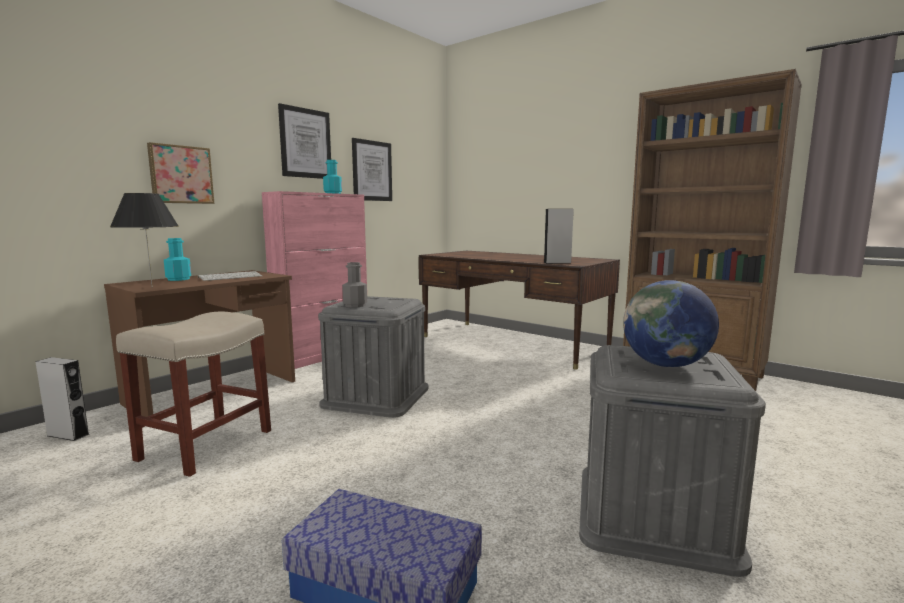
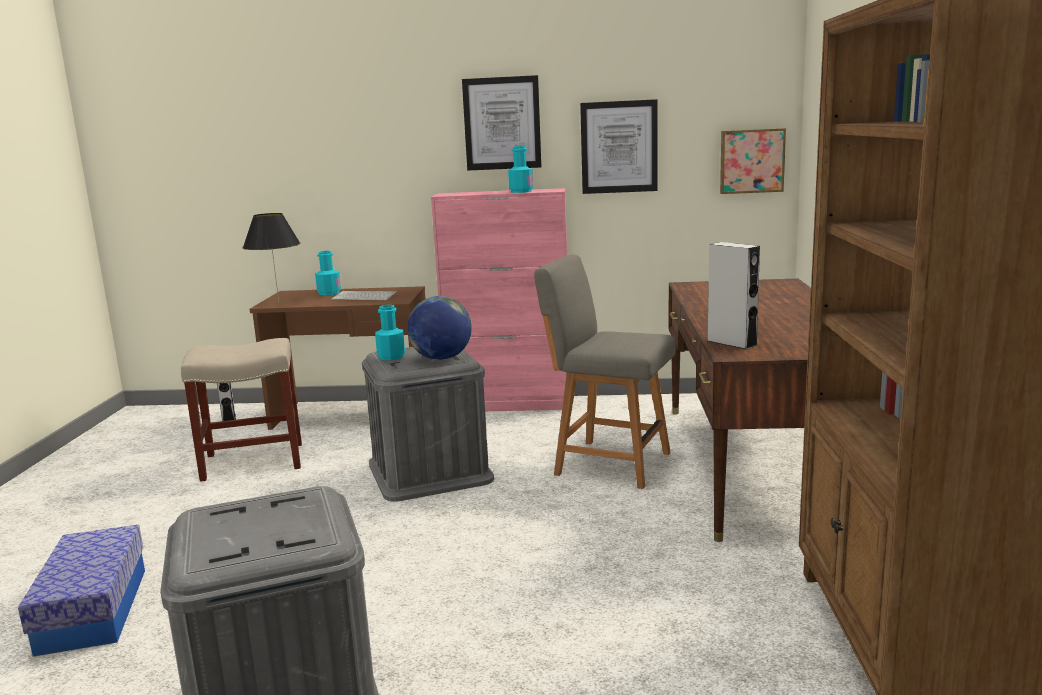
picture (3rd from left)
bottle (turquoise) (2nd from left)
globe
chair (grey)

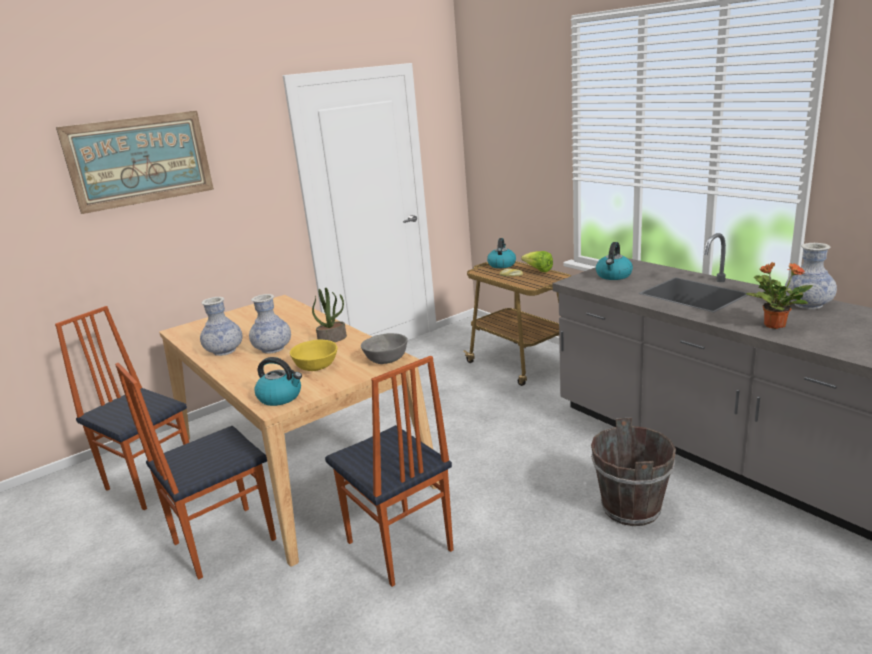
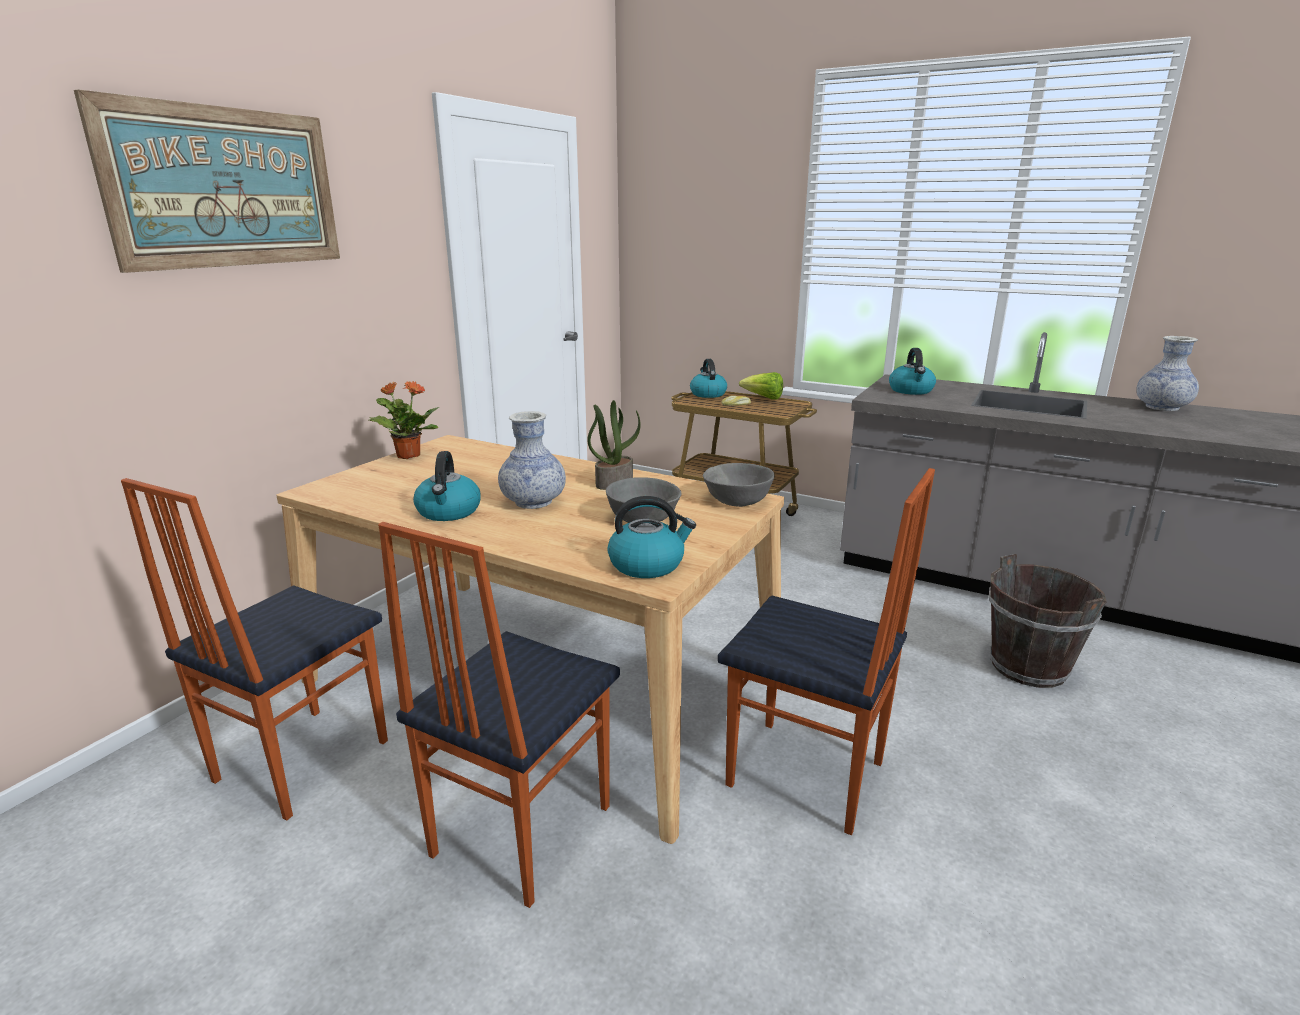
chair (1st from left)
kettle (1st from left)
bowl (grey) (1st from left)
potted plant (1st from left)

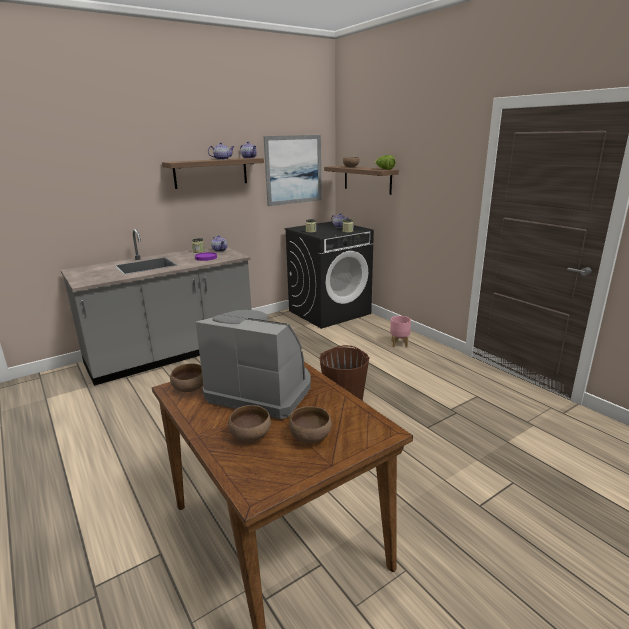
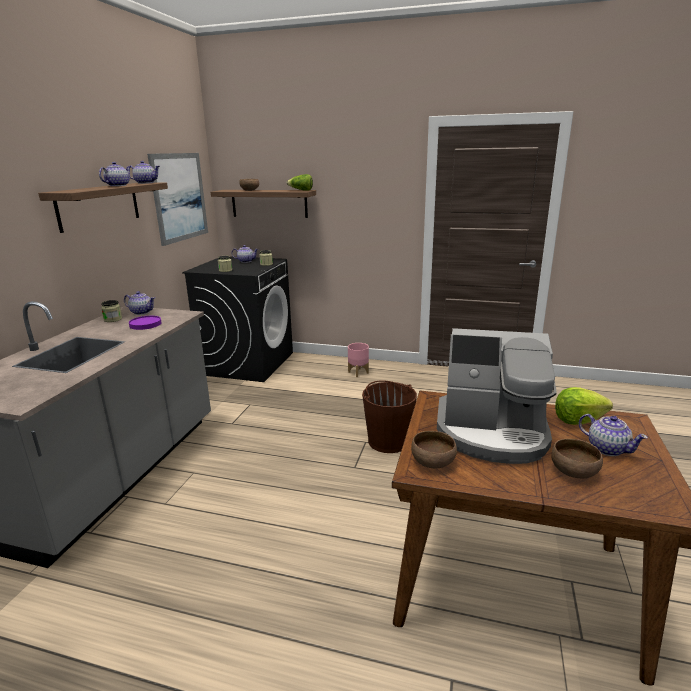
coffee machine
teapot (5th from left)
lettuce (2nd from left)

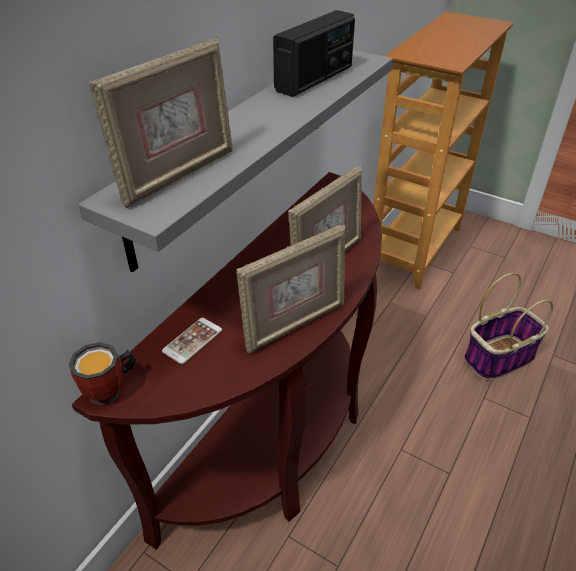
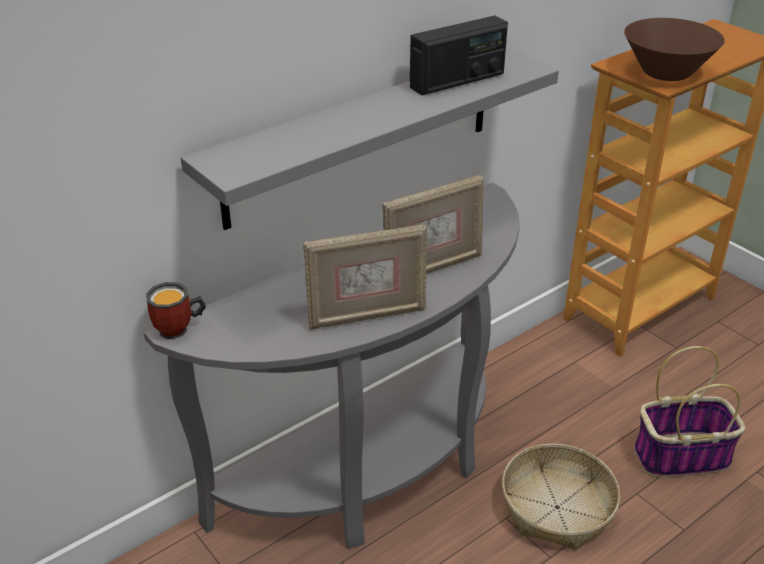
console table (grey)
picture frame (1st from left in the first image)
phone
basket (1st from left)
bowl (brown)

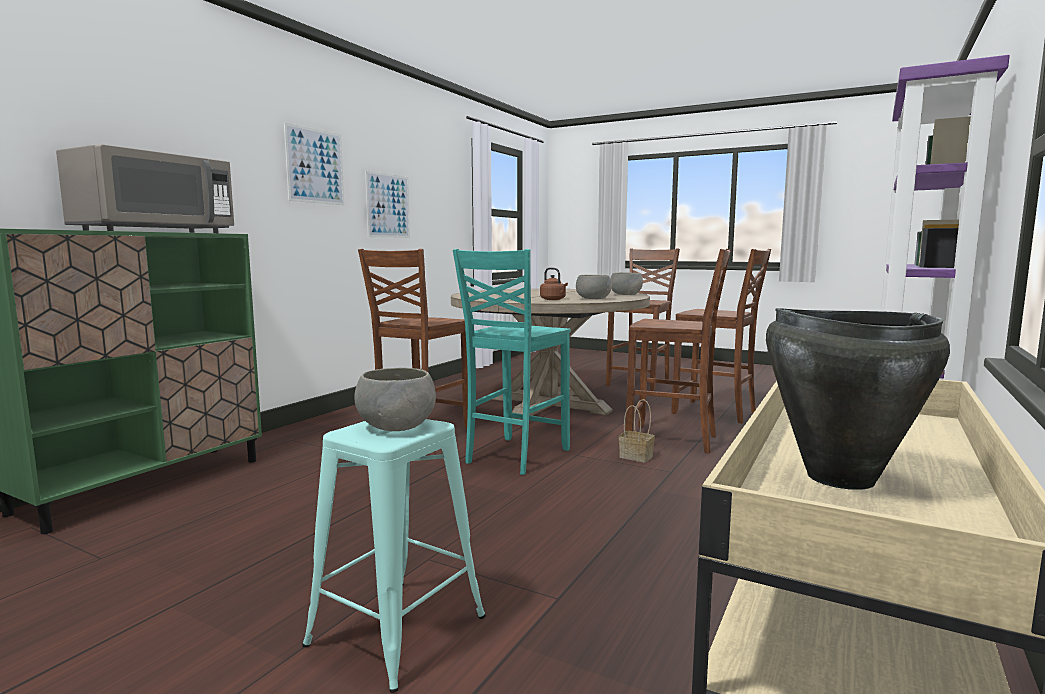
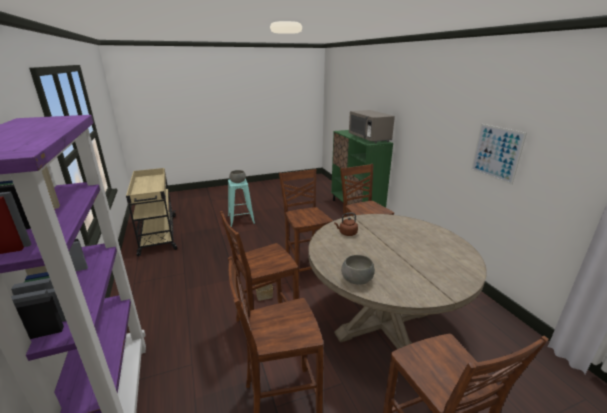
picture (1st from left in the first image)
chair (brown) (3rd from left)
bowl (grey) (2nd from left in the first image)
cooking pot (black)

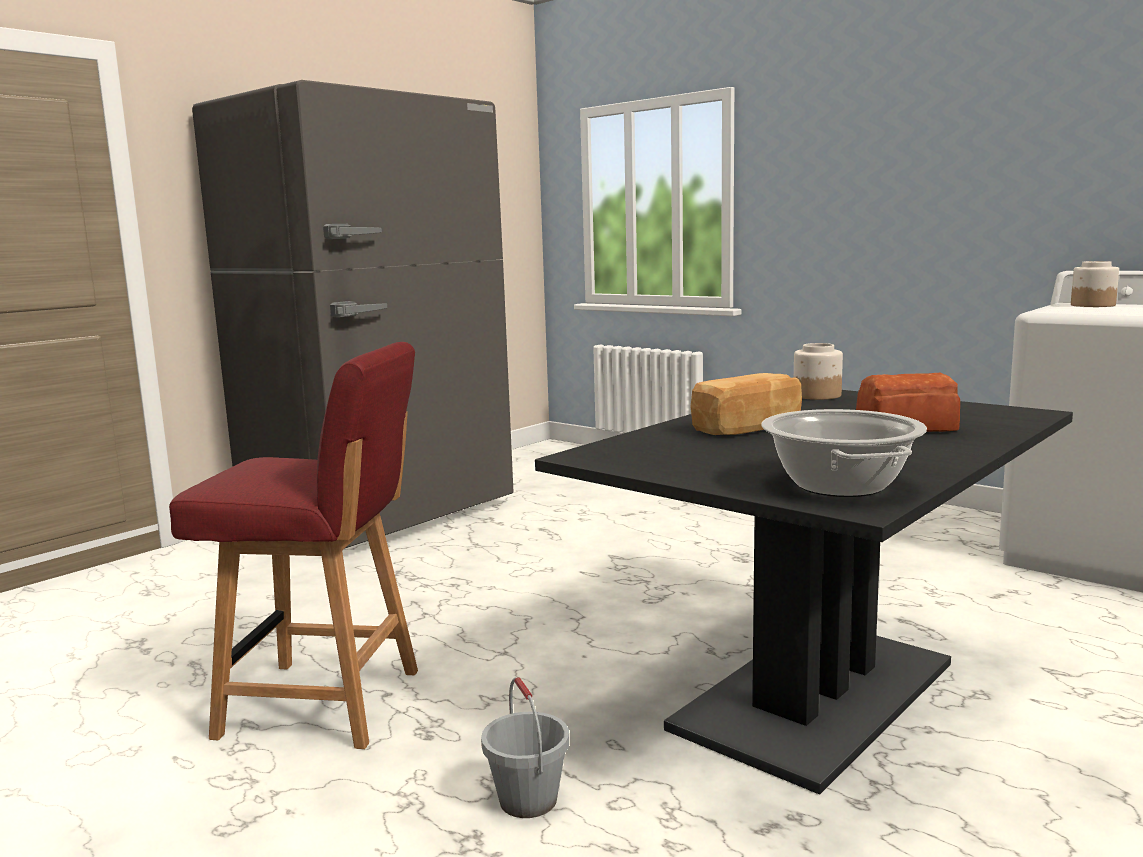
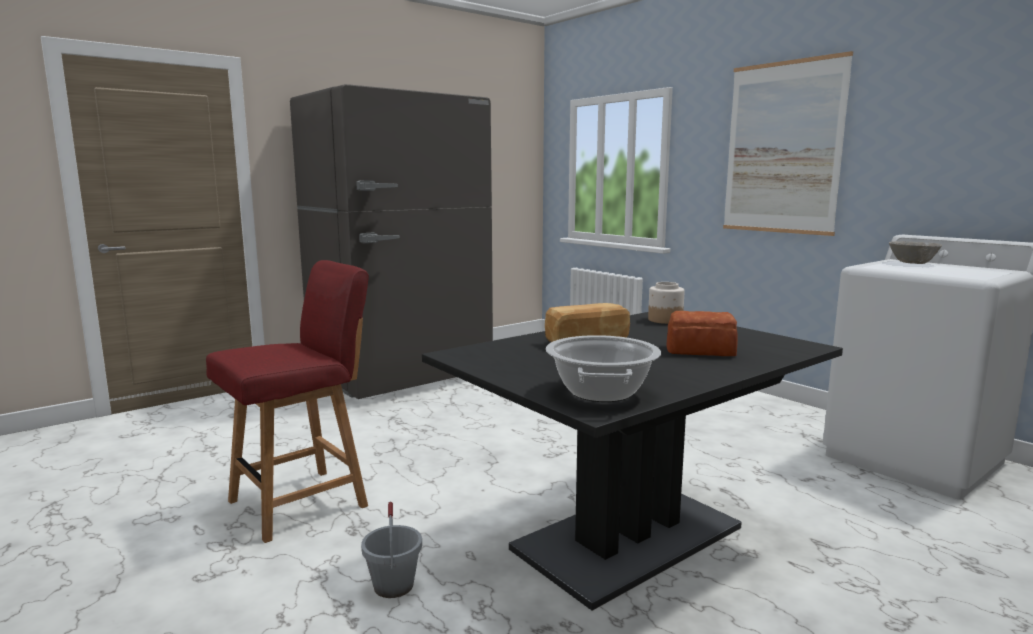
chair (red)
bowl (grey)
picture

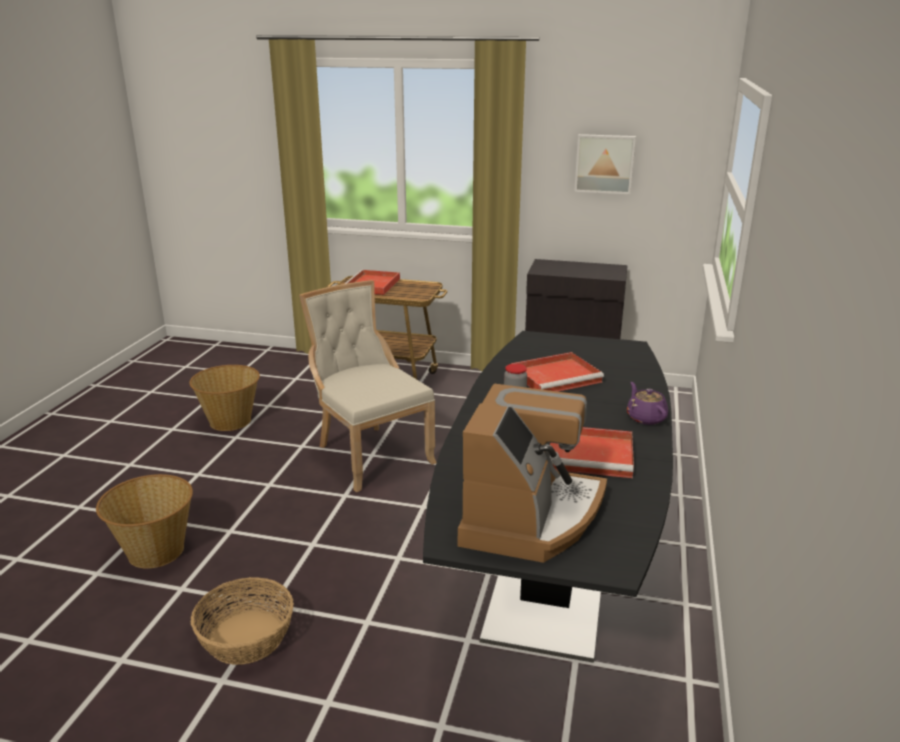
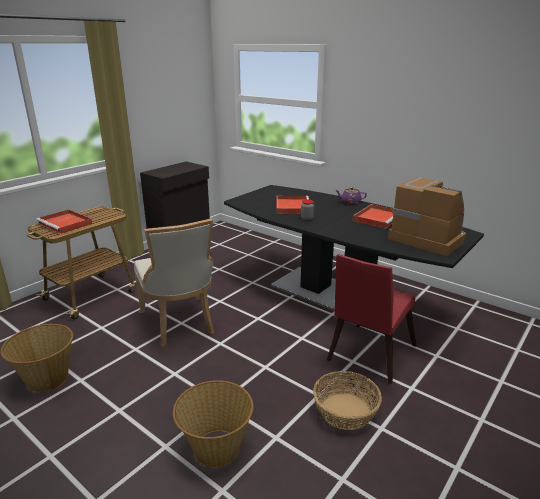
chair (beige)
picture
chair (red)

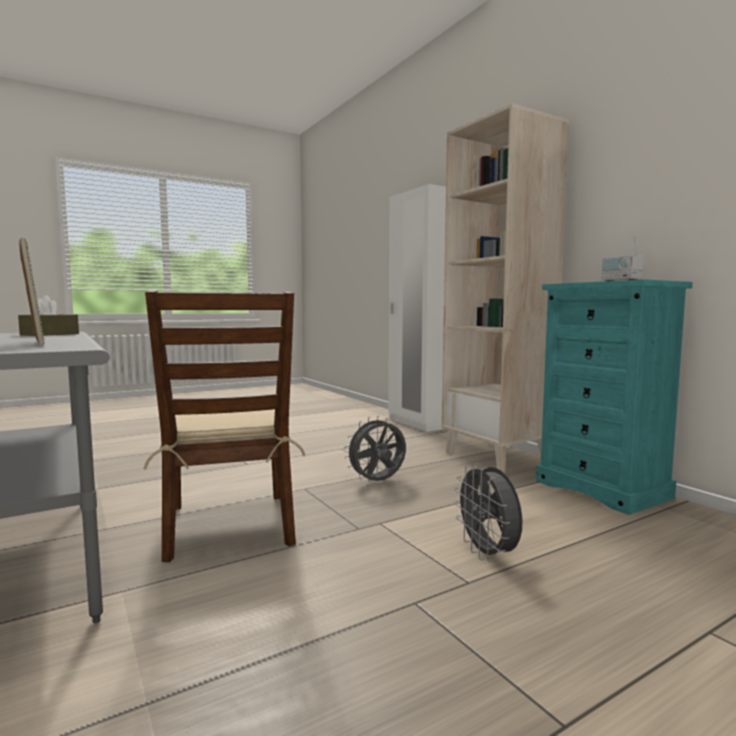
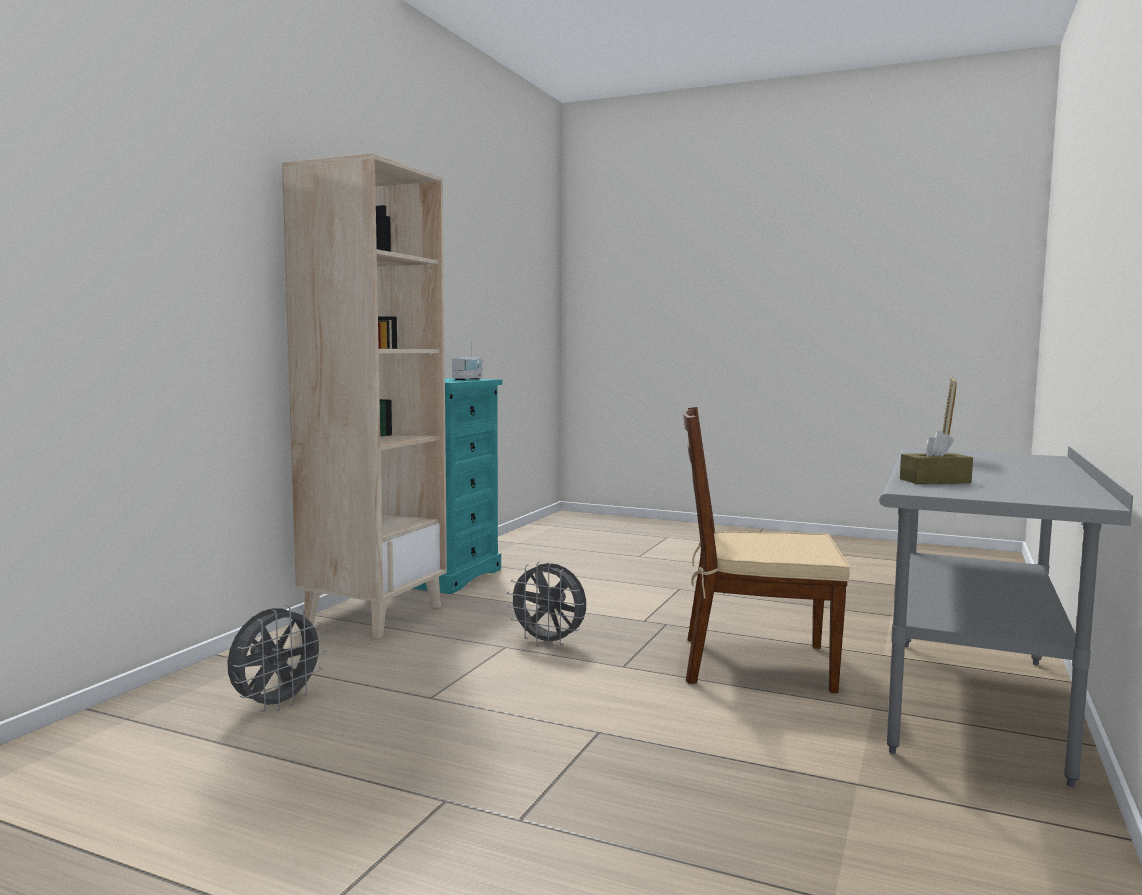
chair (brown)
wardrobe (white)
fan (grey) (1st from left)

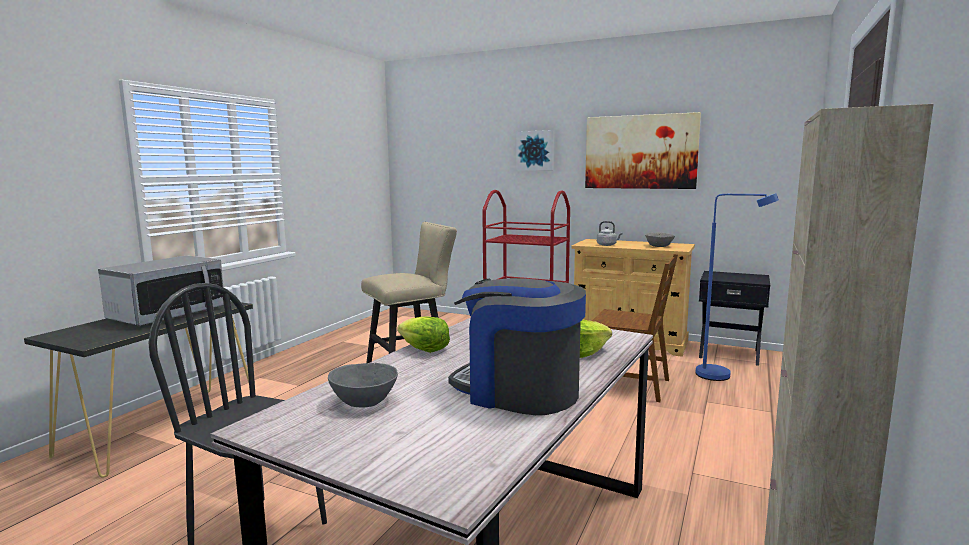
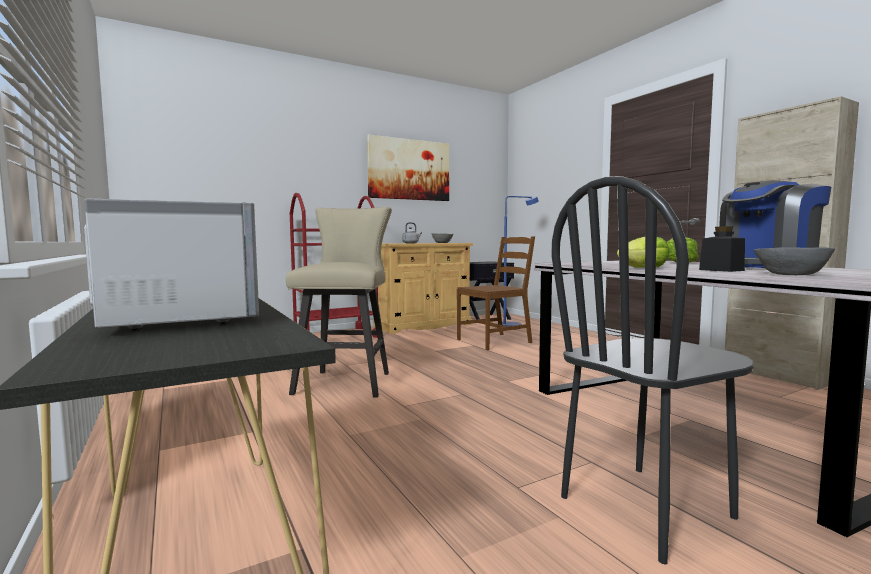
picture (1st from left in the first image)
jar (black)

